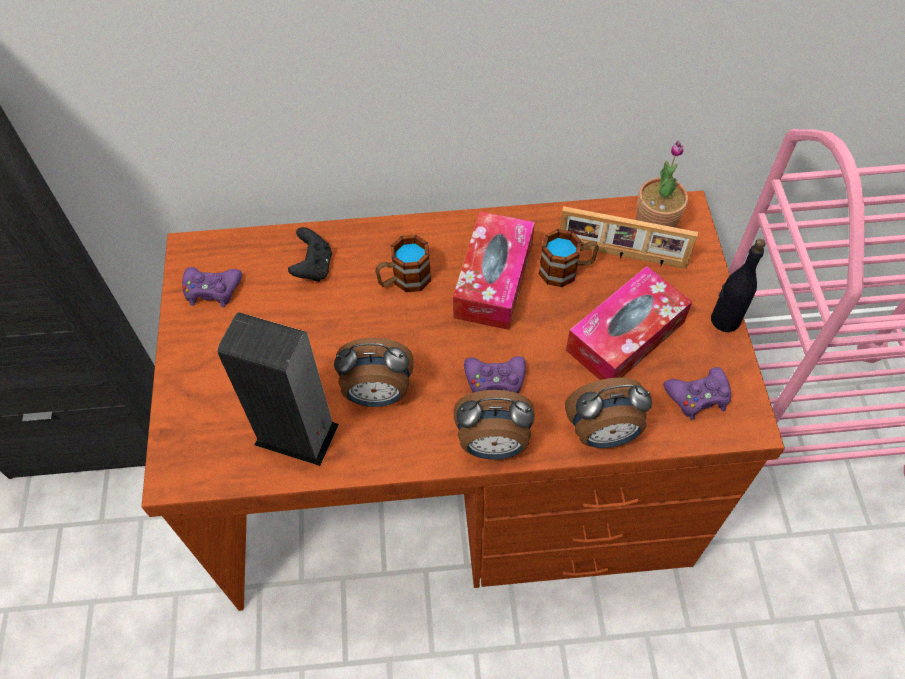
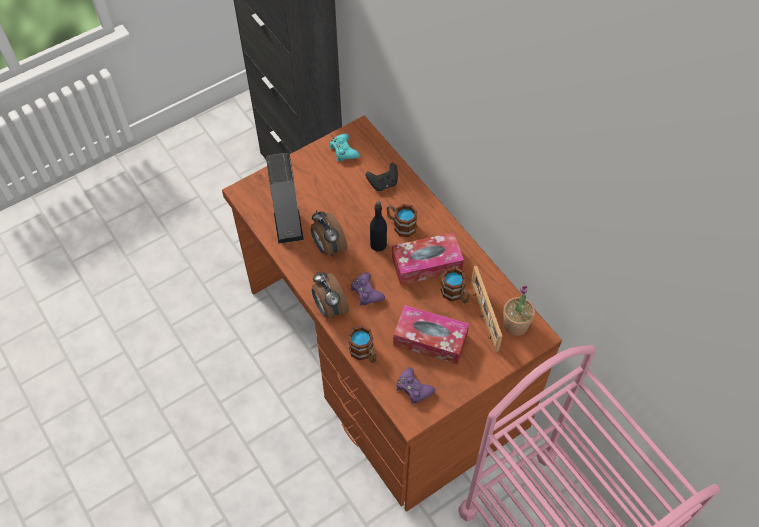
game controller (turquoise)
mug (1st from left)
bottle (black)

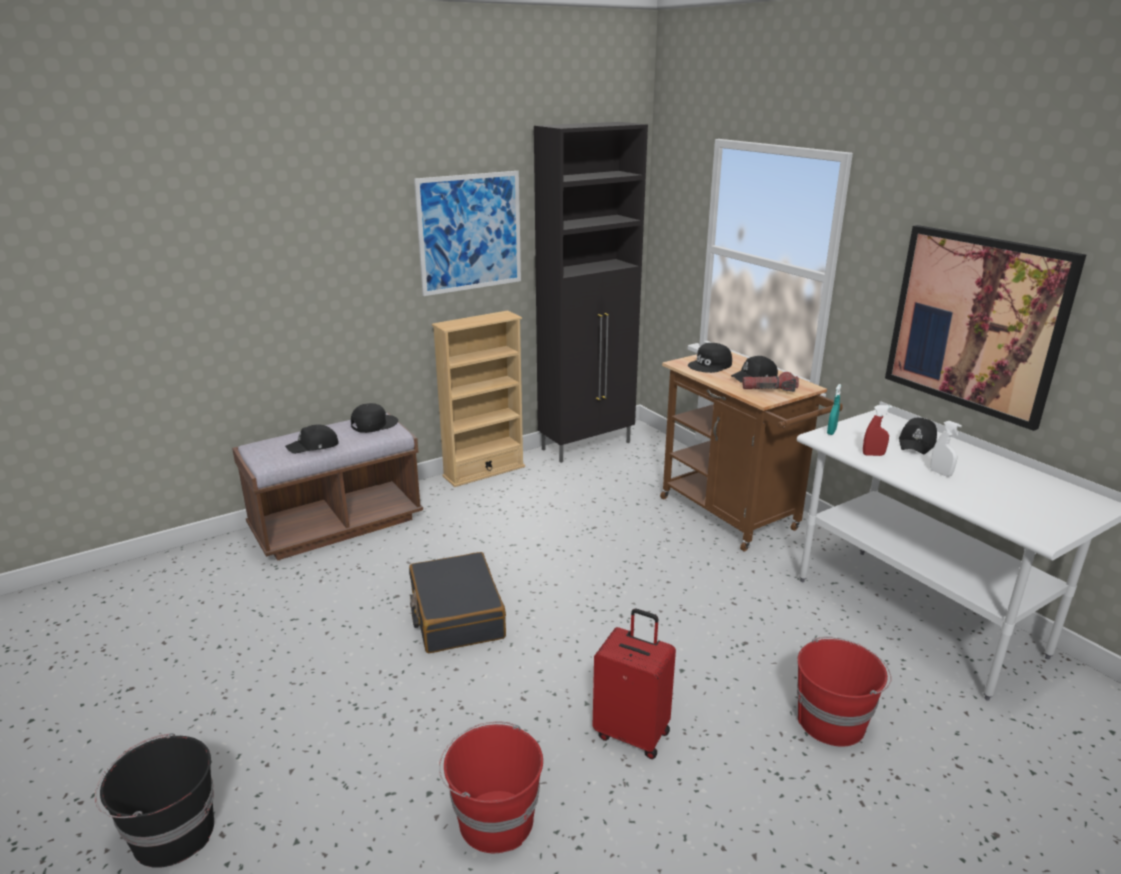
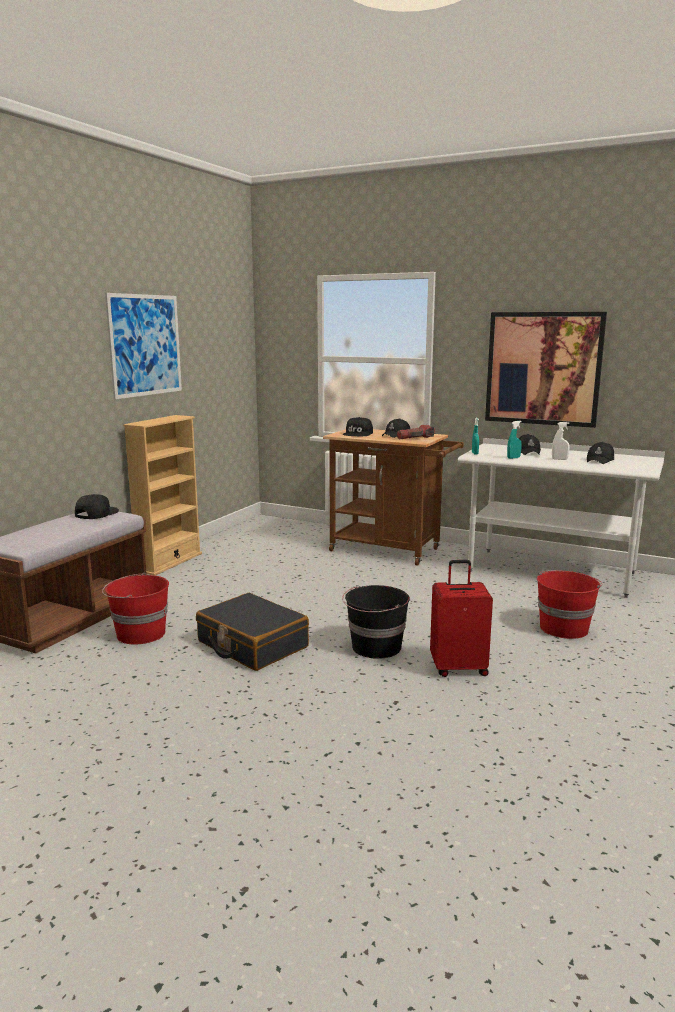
bucket (black)
cap (black) (5th from left)
bucket (red) (1st from left)
cabinet (black)
spray bottle (turquoise) (2nd from left)

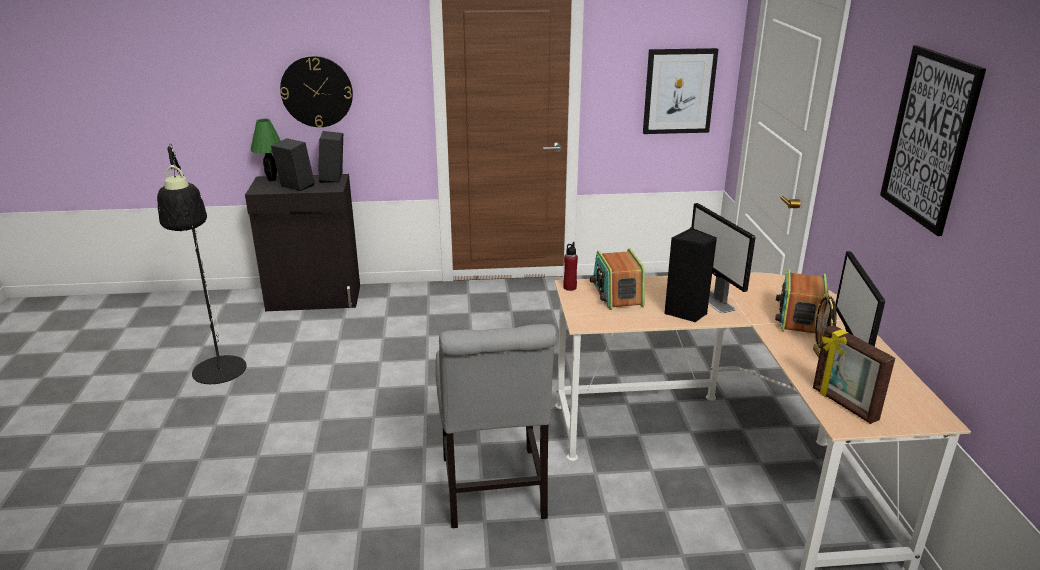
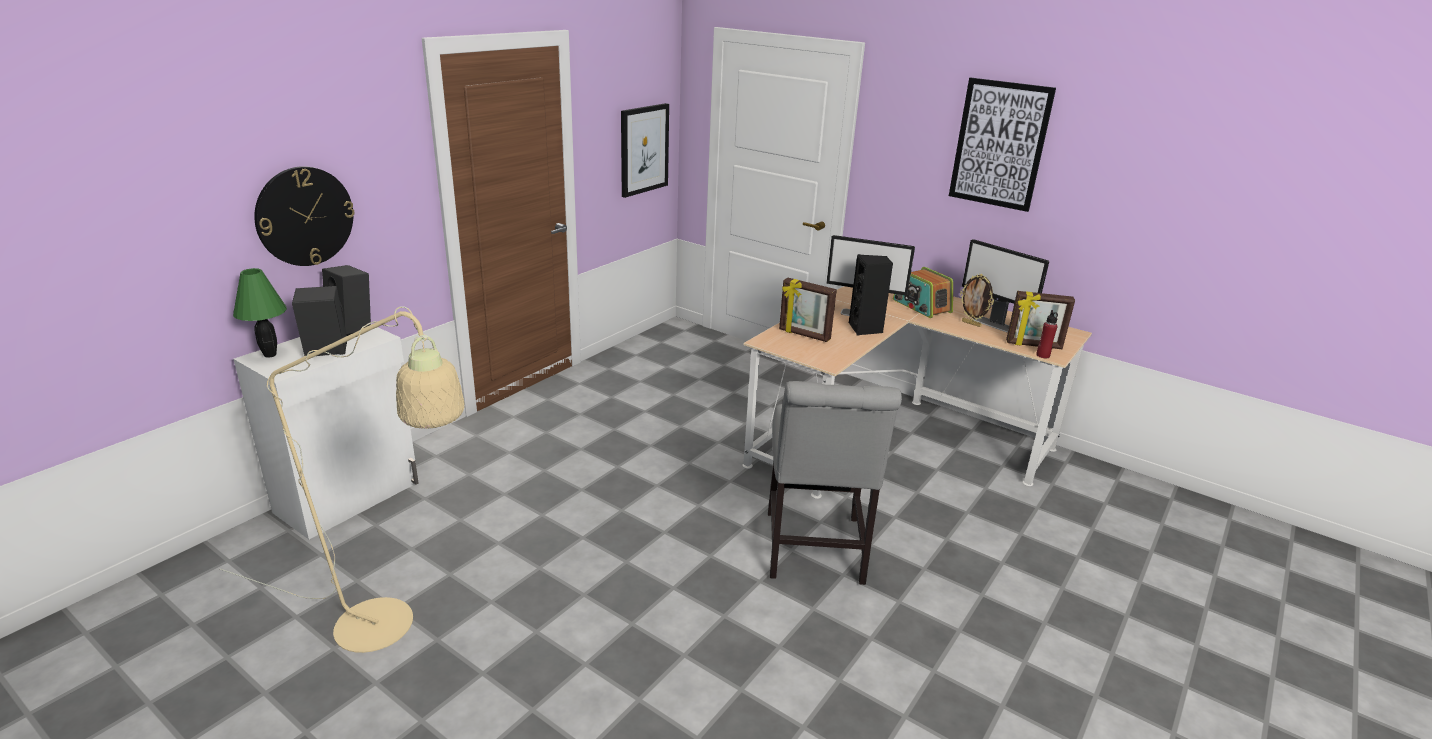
floor lamp (beige)
cabinet (white)
chair (grey)
bottle (red)
picture frame (1st from left)

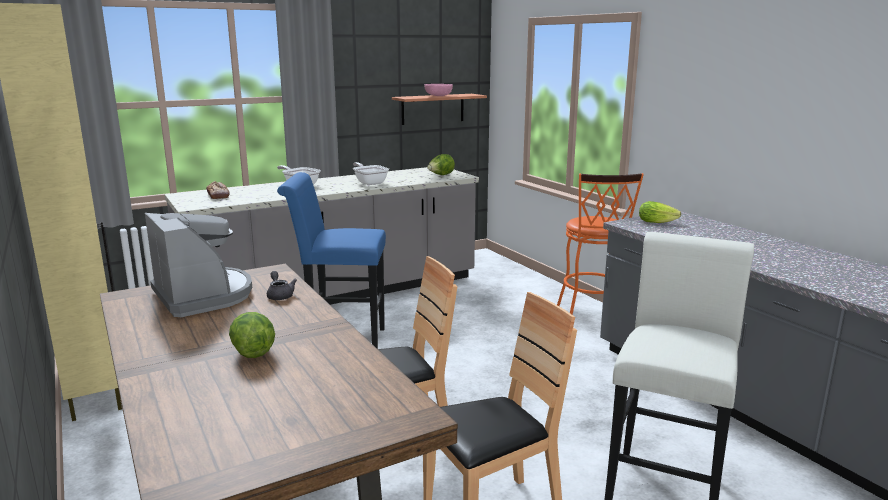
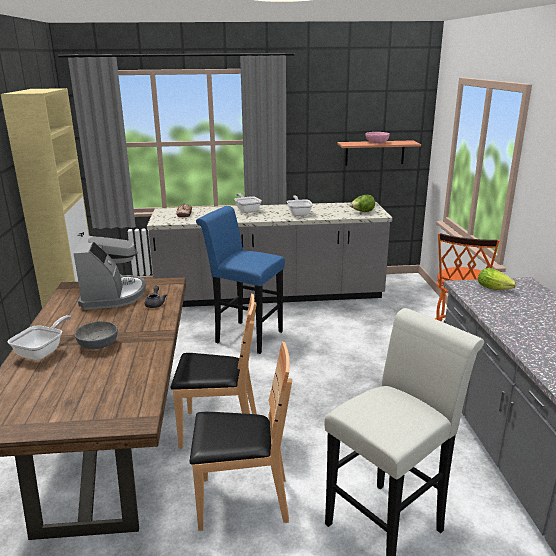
bowl (grey)
frying pan (1st from left)

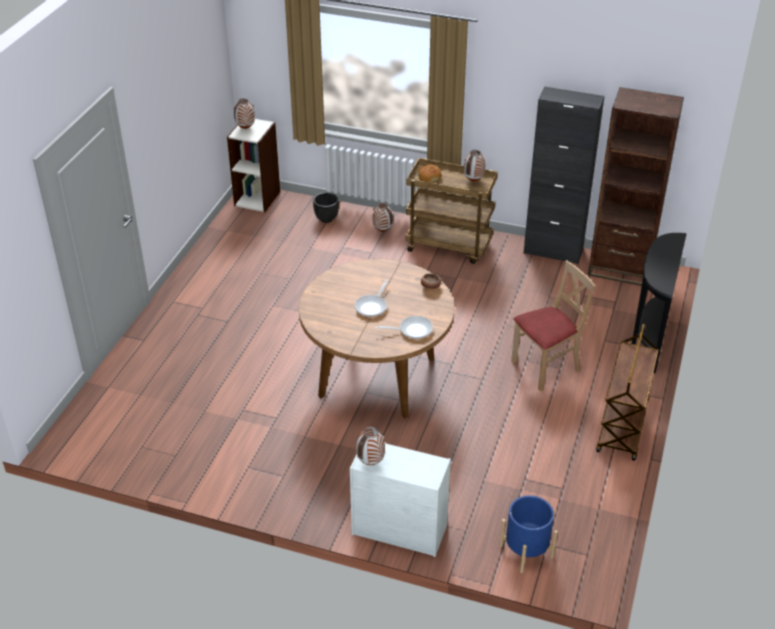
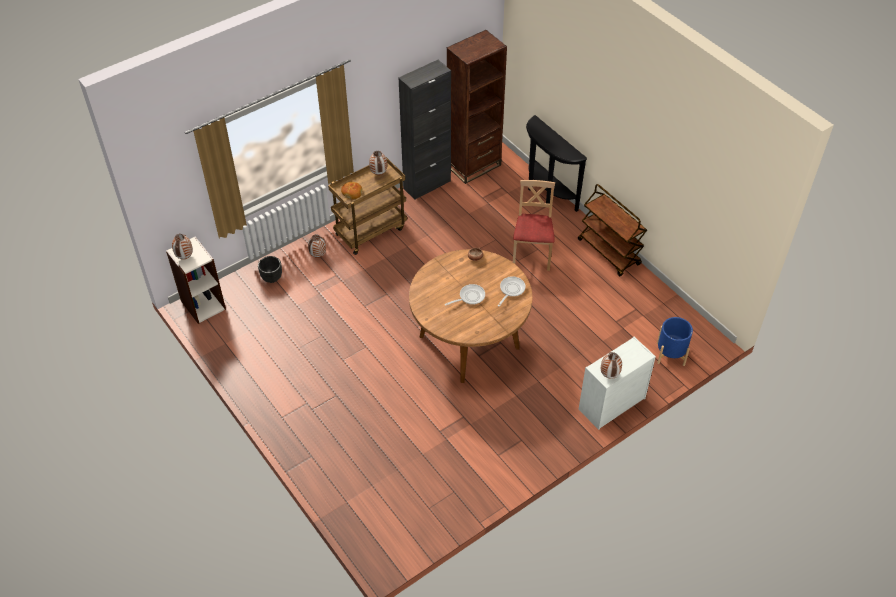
frying pan (1st from left)

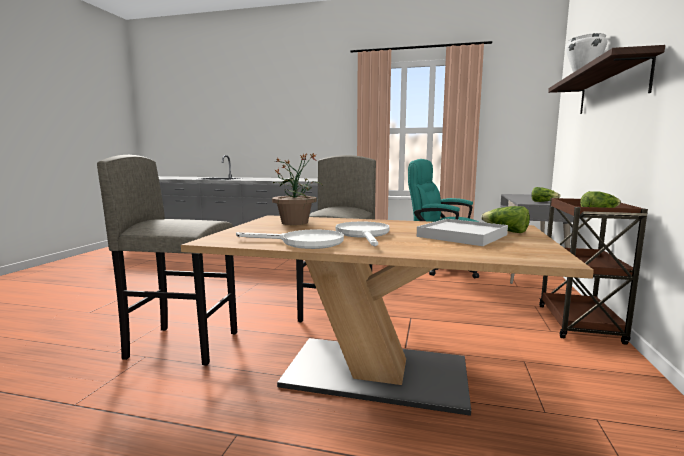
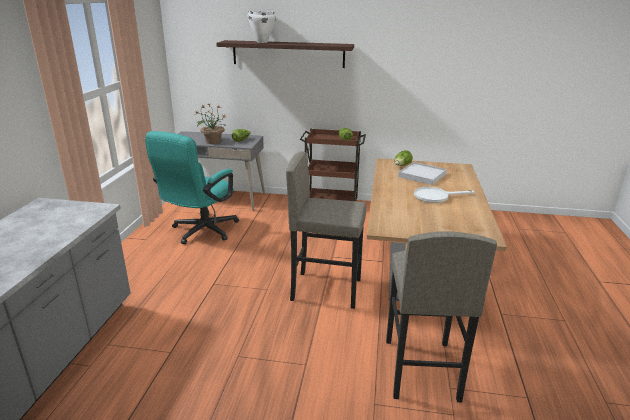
frying pan (white) (1st from left in the first image)
potted plant

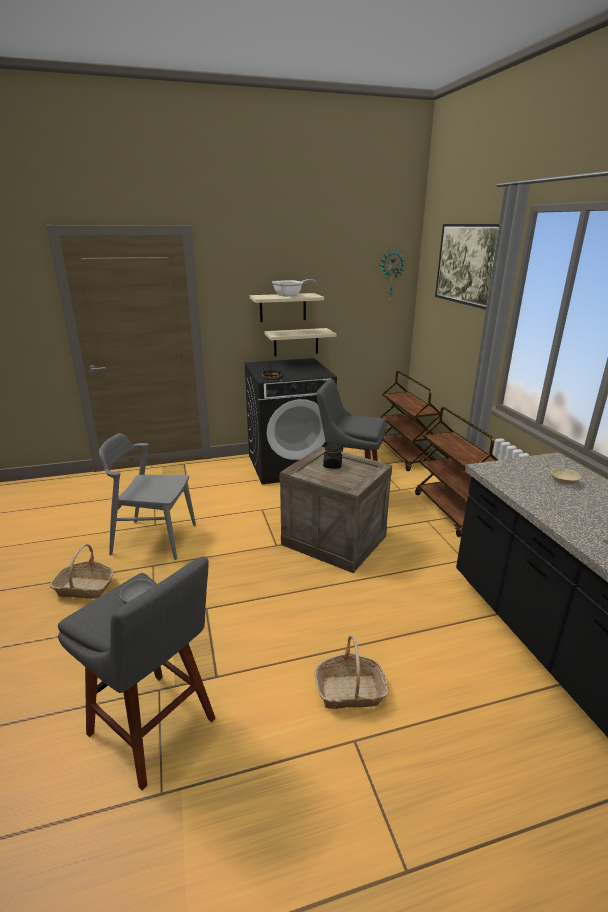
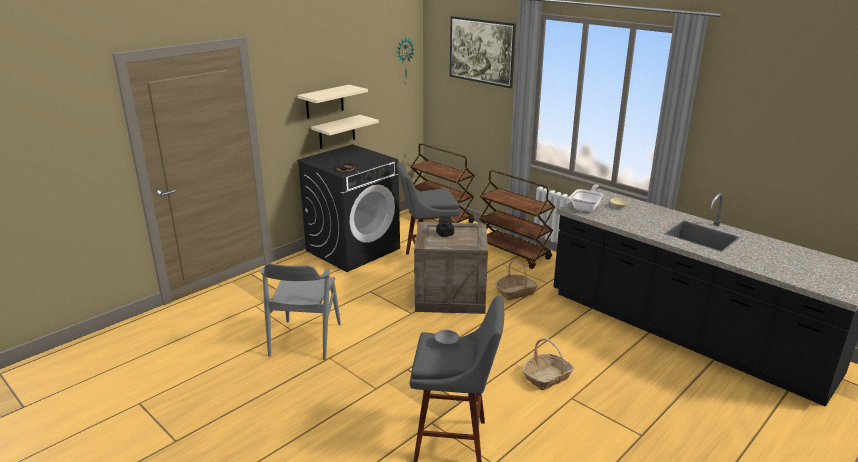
basket (1st from left)
chair (grey)
frying pan (2nd from left)

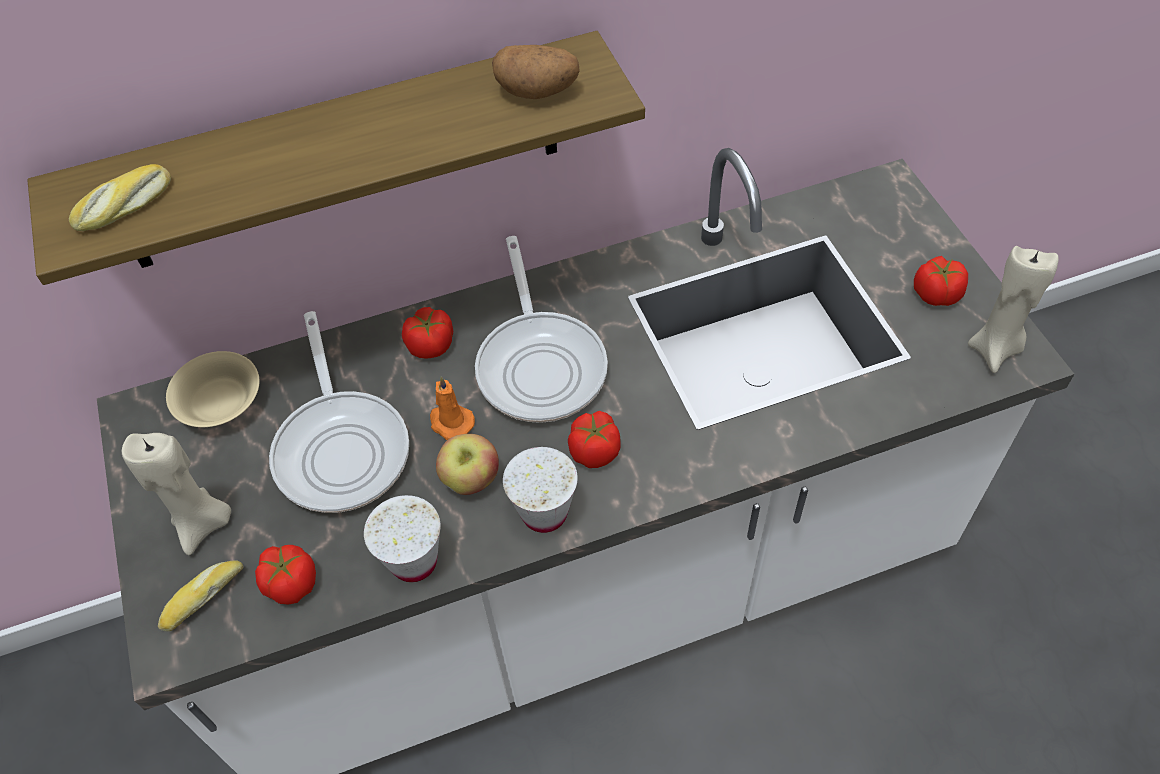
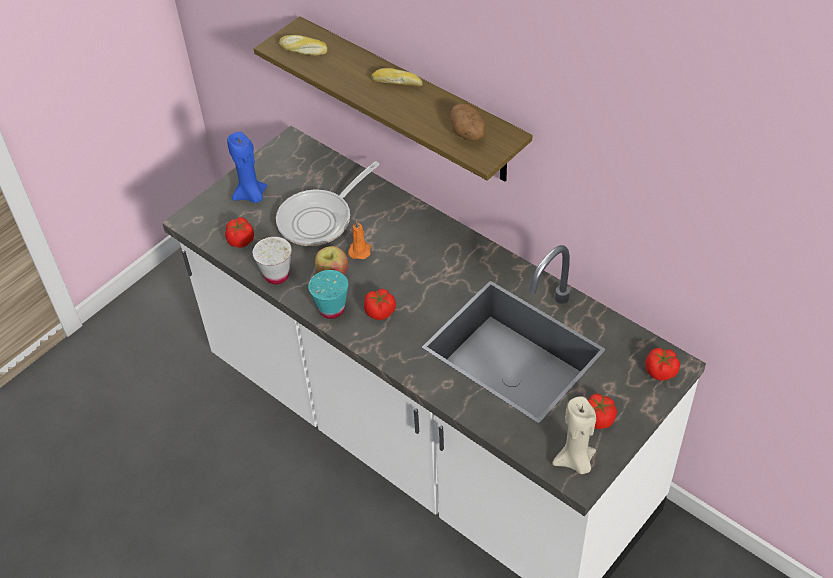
candle (blue)
bread (2nd from left)
bowl (beige)
tomato (4th from left)
frying pan (2nd from left in the first image)
cup (turquoise)

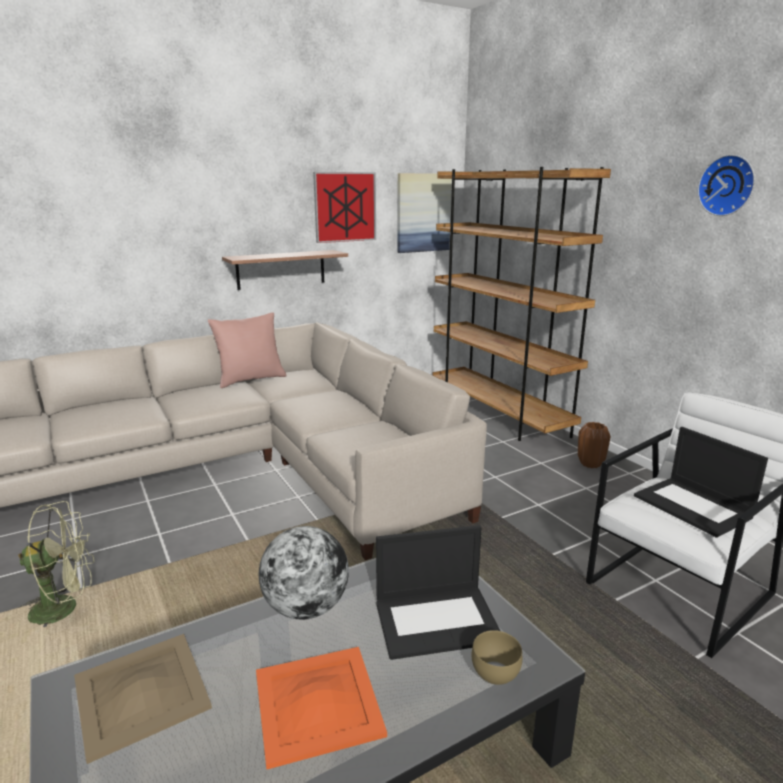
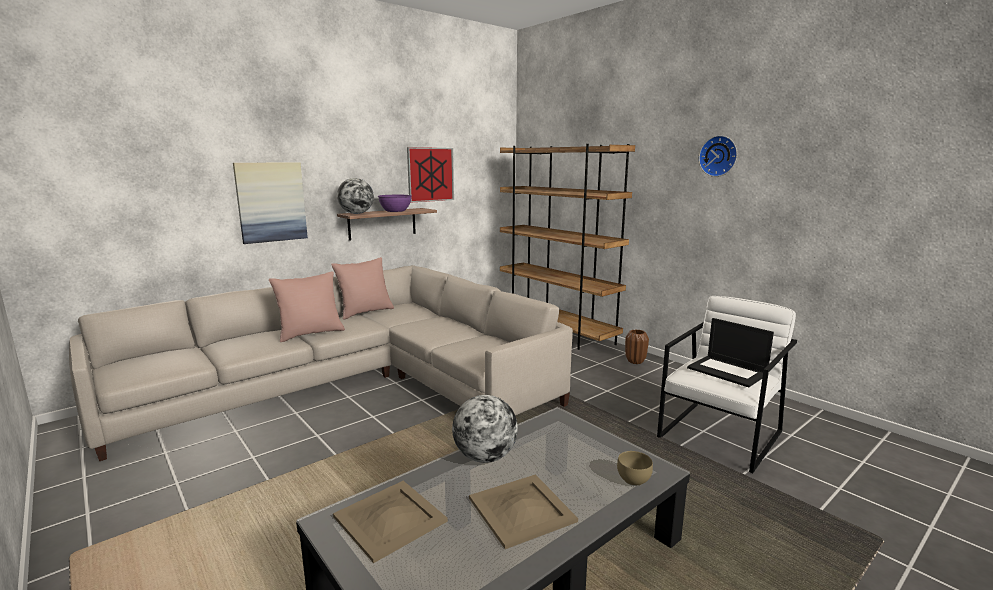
fan (green)
tray (beige) (2nd from left)
laptop (1st from left in the first image)
picture (1st from left)
pillow (pink) (1st from left)
globe (1st from left)
bowl (purple)

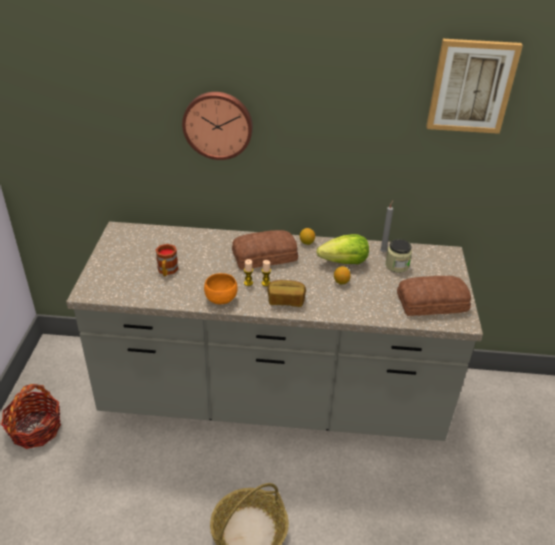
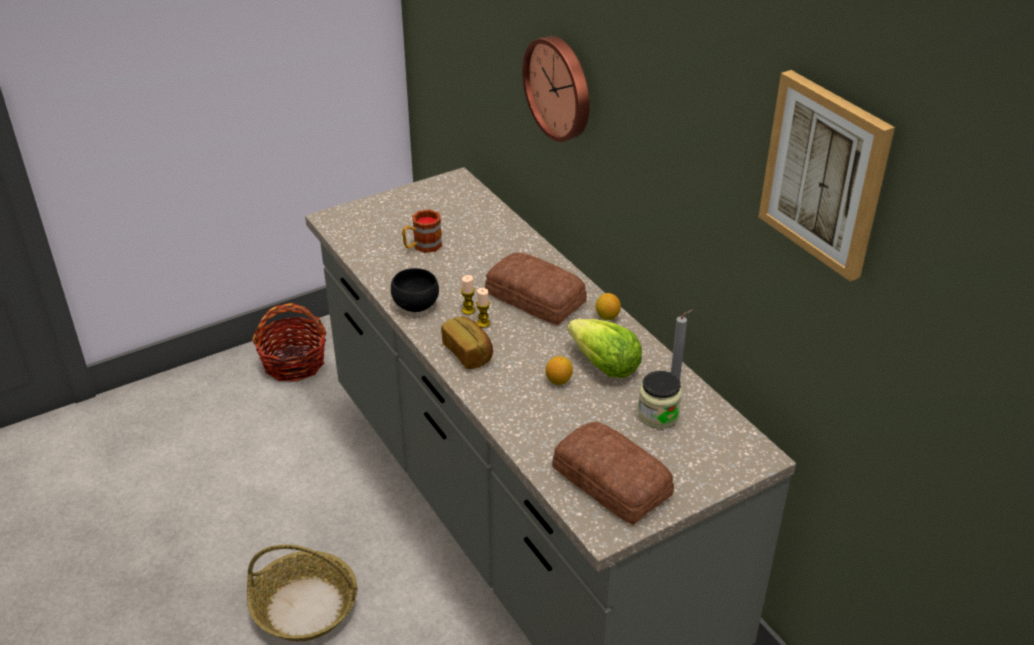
bowl (black)

